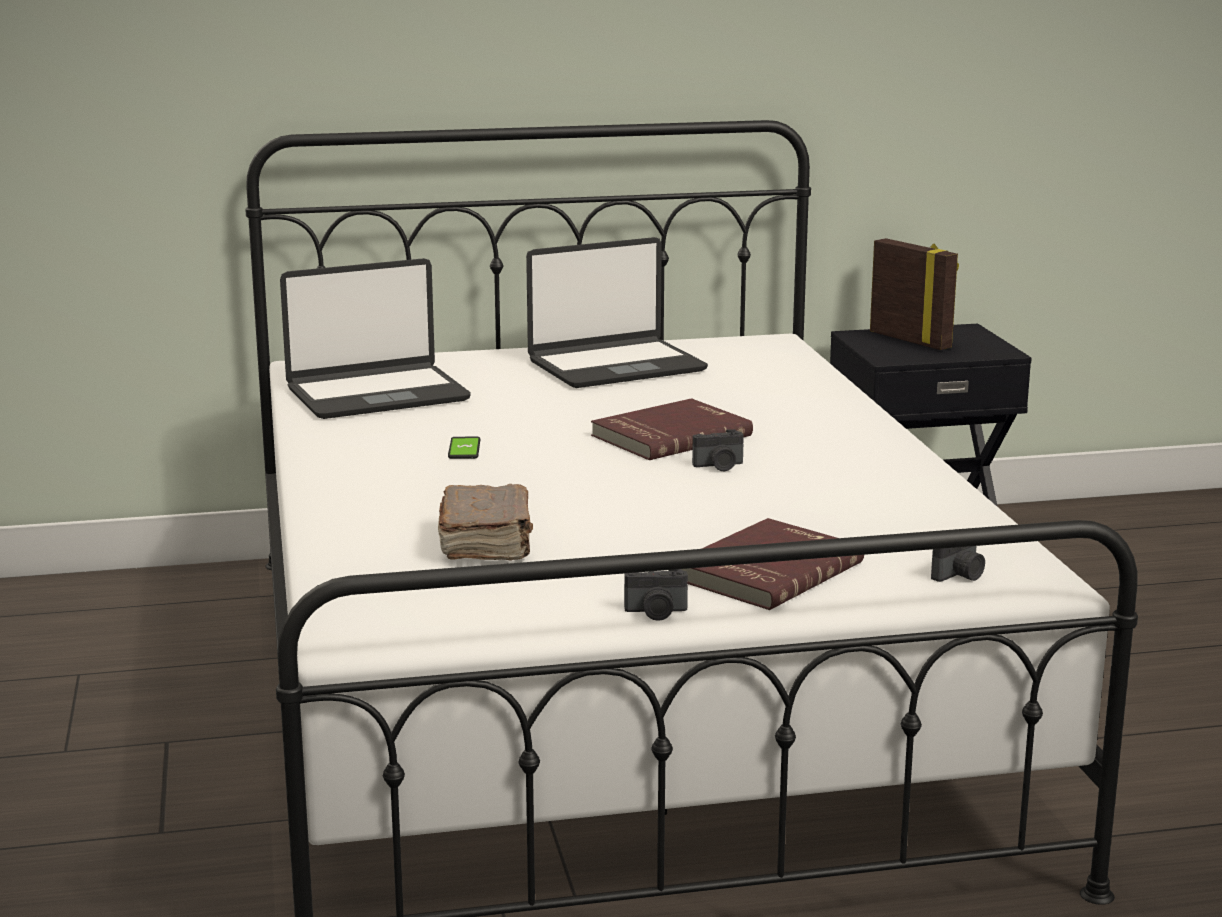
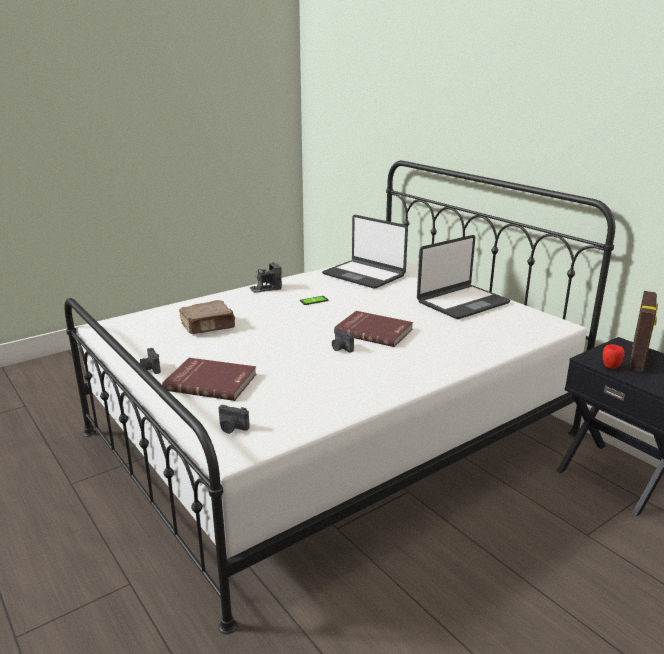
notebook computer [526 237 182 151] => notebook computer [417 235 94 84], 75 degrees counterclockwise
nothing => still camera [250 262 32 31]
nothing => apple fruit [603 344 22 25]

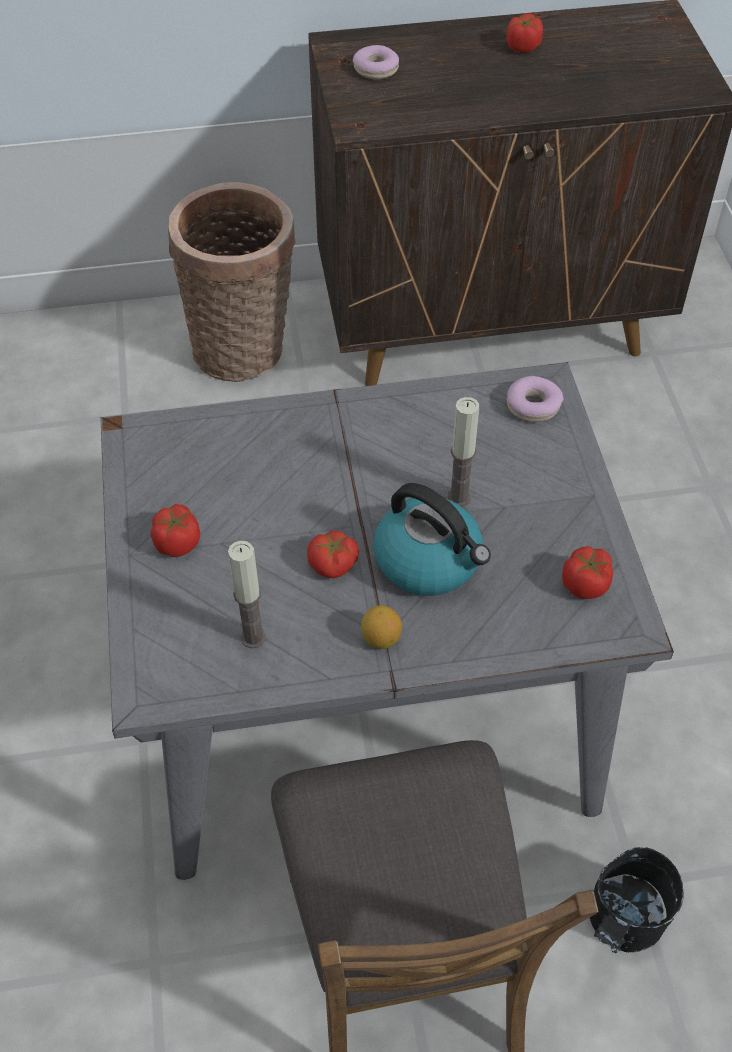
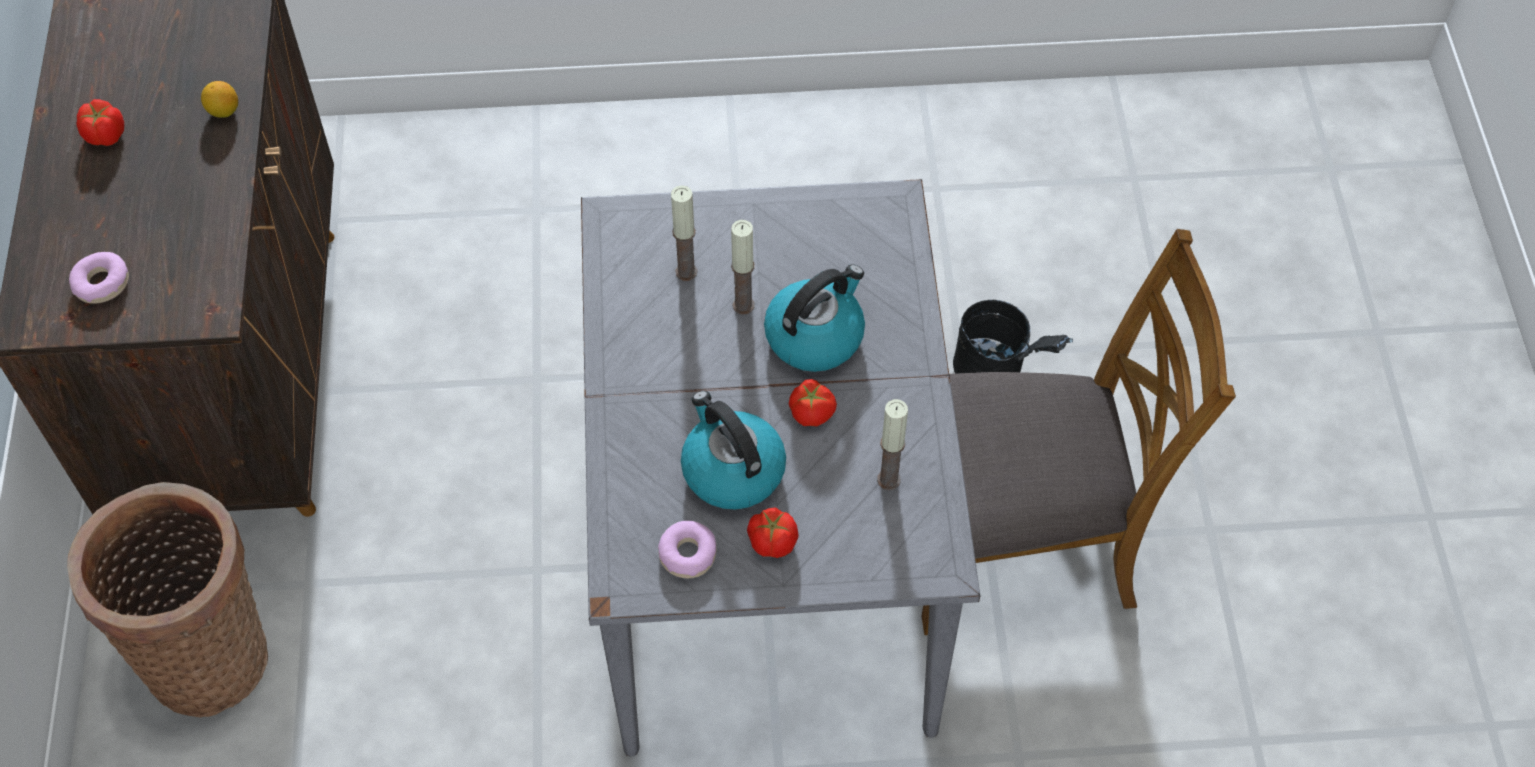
donut [507 376 56 46] => donut [658 521 58 57], shifted
whole tomato [562 546 51 53] => nothing
whole lemon [361 605 41 44] => whole lemon [201 81 37 37], shifted
nothing => wax light [671 185 26 96]
nothing => tea kettle [681 391 105 119]

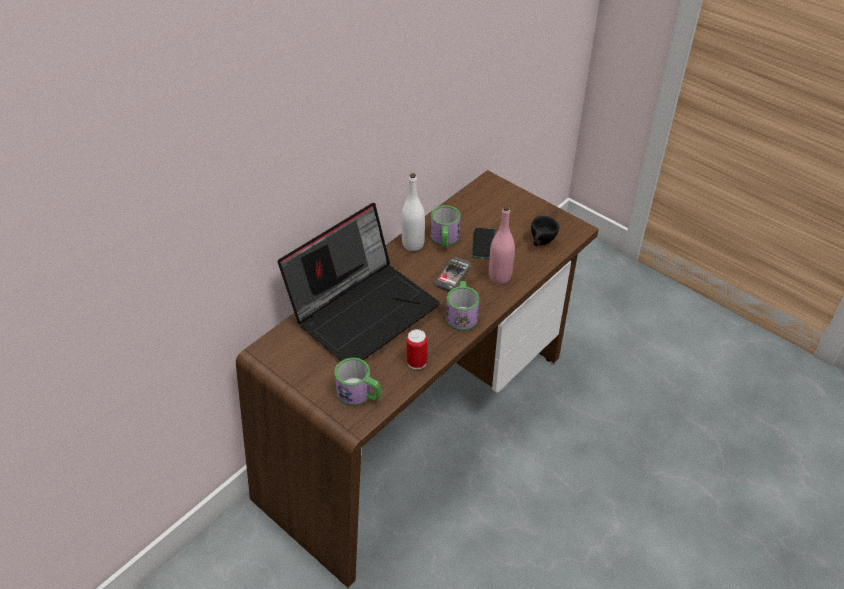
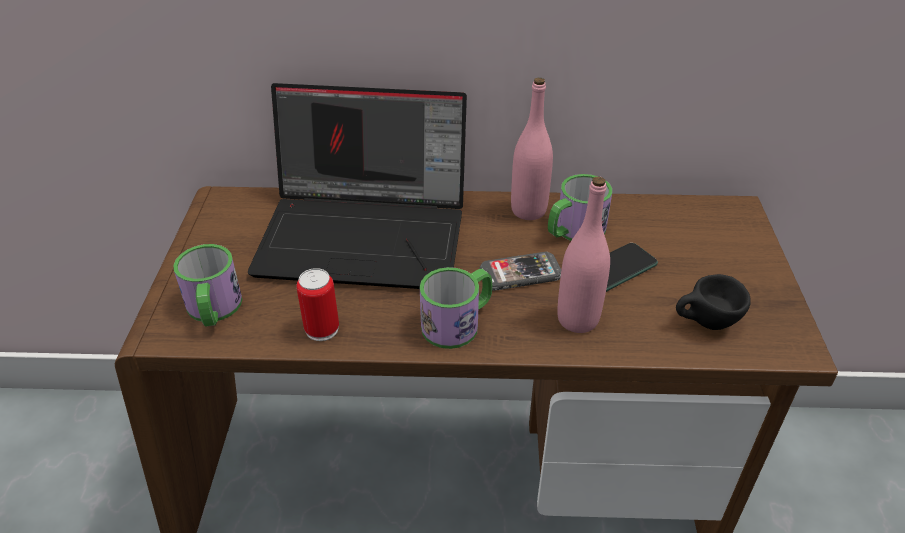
white beverage bottle [401 173 24 78] => pink-coloured beverage bottle [511 77 42 143]

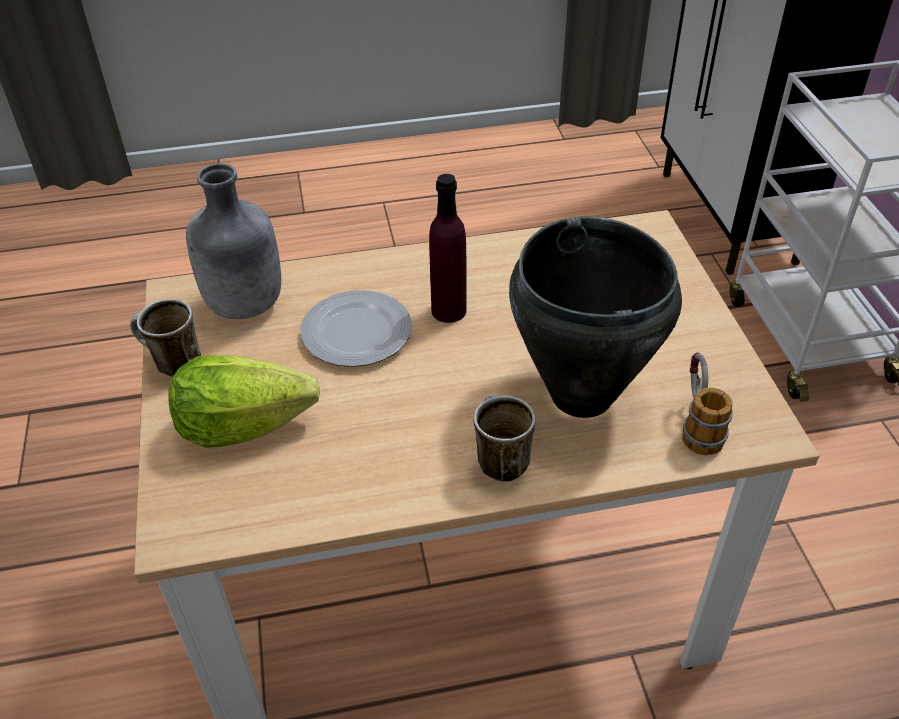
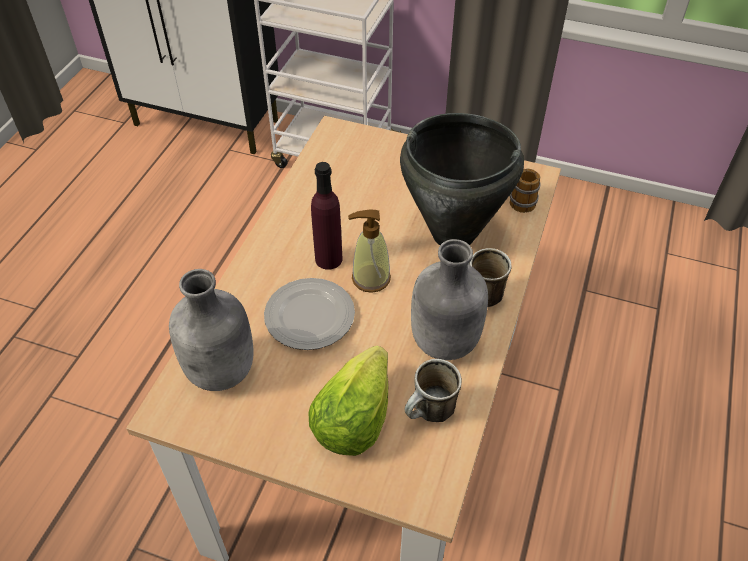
tea mug [130 299 71 78] => tea mug [404 359 58 63], shifted
nothing => soap bottle [348 210 43 83]
nothing => gray beverage bottle [411 239 77 121]

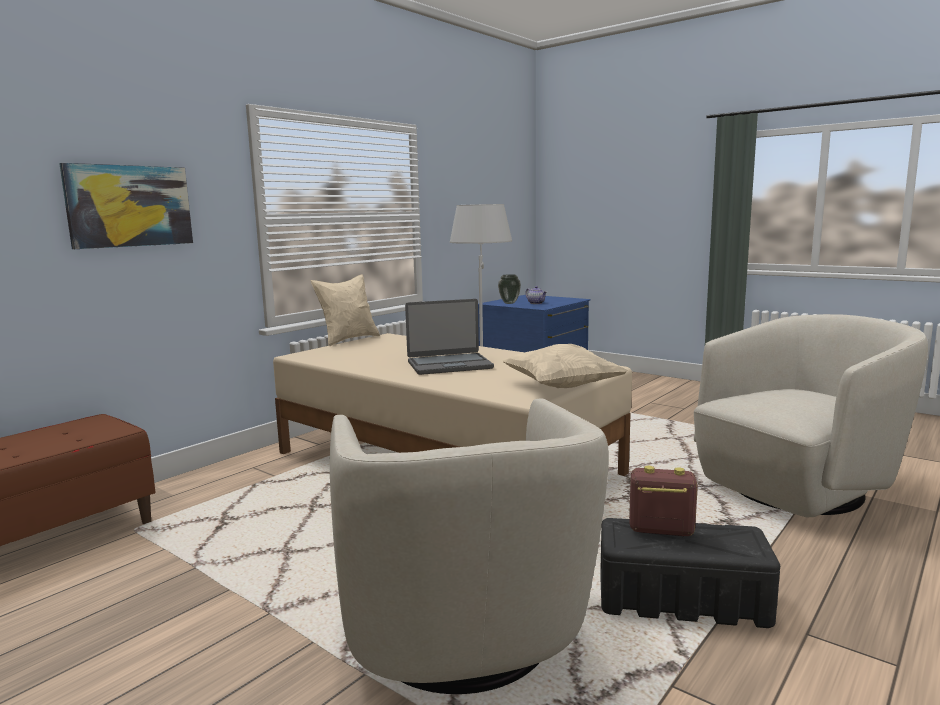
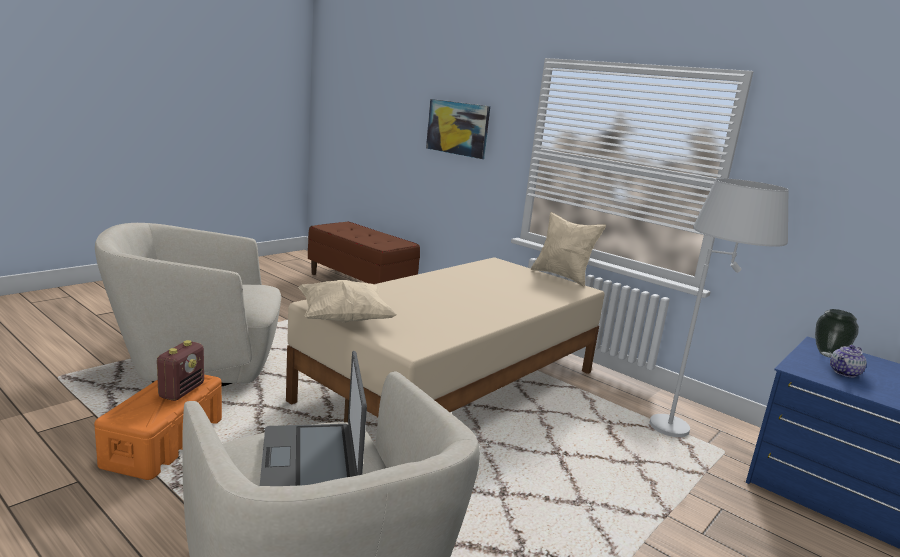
notebook computer [405 299 89 76] => notebook computer [260 351 107 135], shifted
black-coloured storage box [600 518 180 110] => orangey storage box [94 374 128 106]

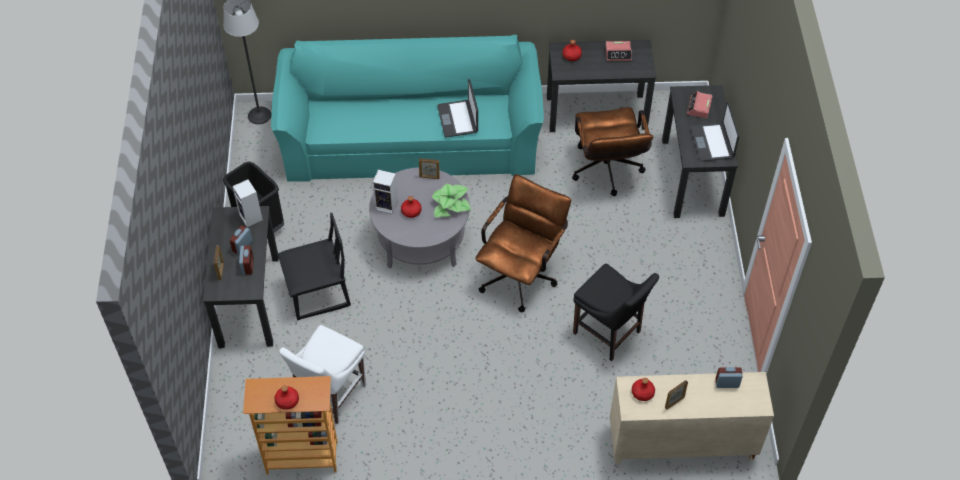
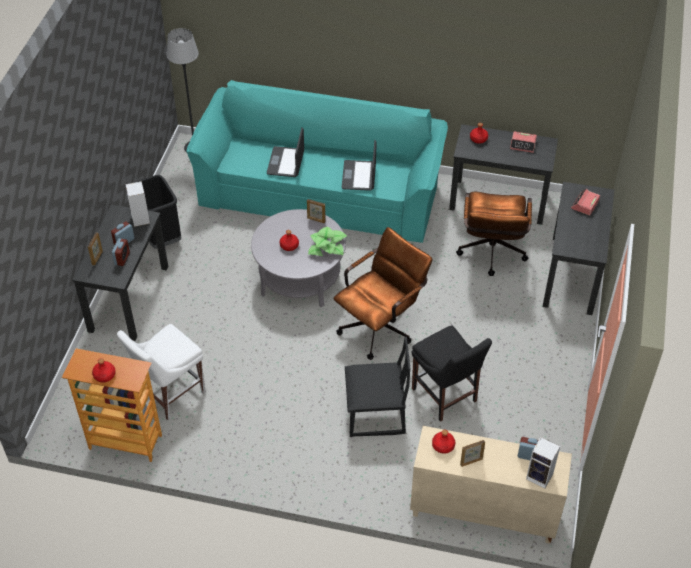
notebook computer [690 102 50 59] => notebook computer [267 127 37 50], shifted
loudspeaker [373 170 25 44] => loudspeaker [526 437 34 51], shifted
black-coloured plain chair [278 213 73 107] => black-coloured plain chair [345 337 66 100], shifted

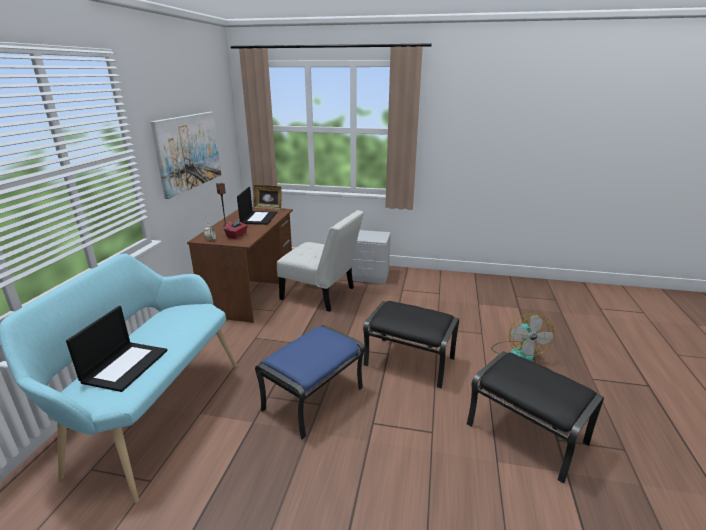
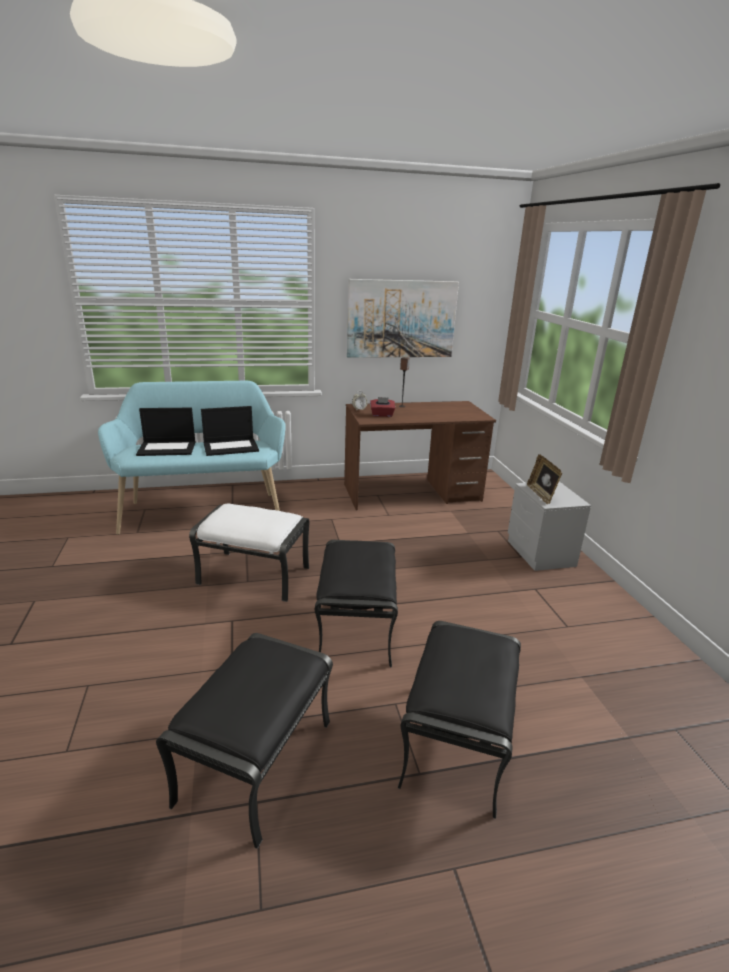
photo frame [253 185 29 25] => photo frame [527 454 35 50], shifted
notebook computer [237 187 40 38] => notebook computer [201 406 58 50], shifted
white plain chair [277 210 87 102] => nothing
cooling fan [491 314 63 47] => black-coloured footrest [398 621 123 198]
blue footrest [255 325 110 115] => white footrest [189 503 121 99]

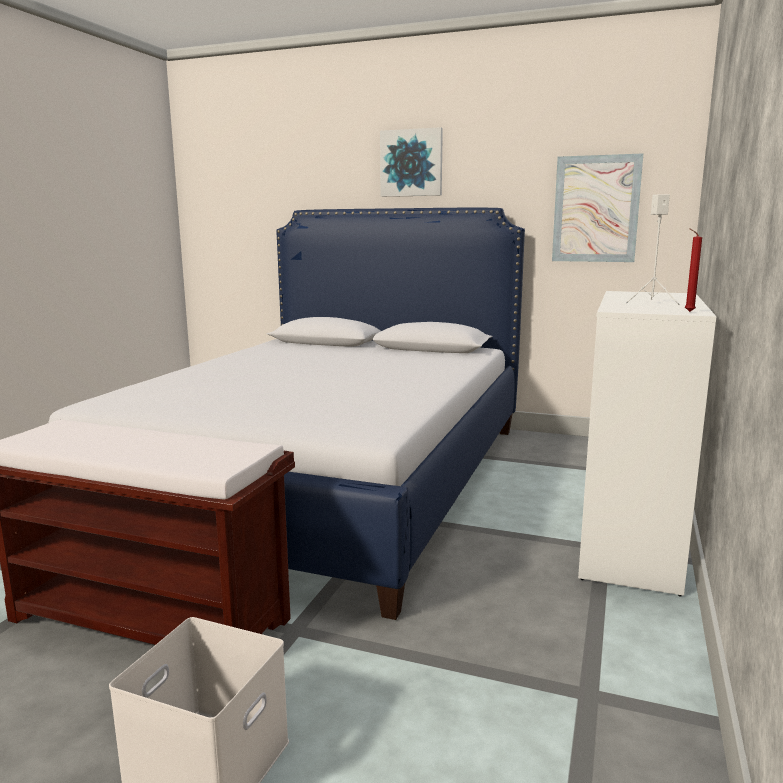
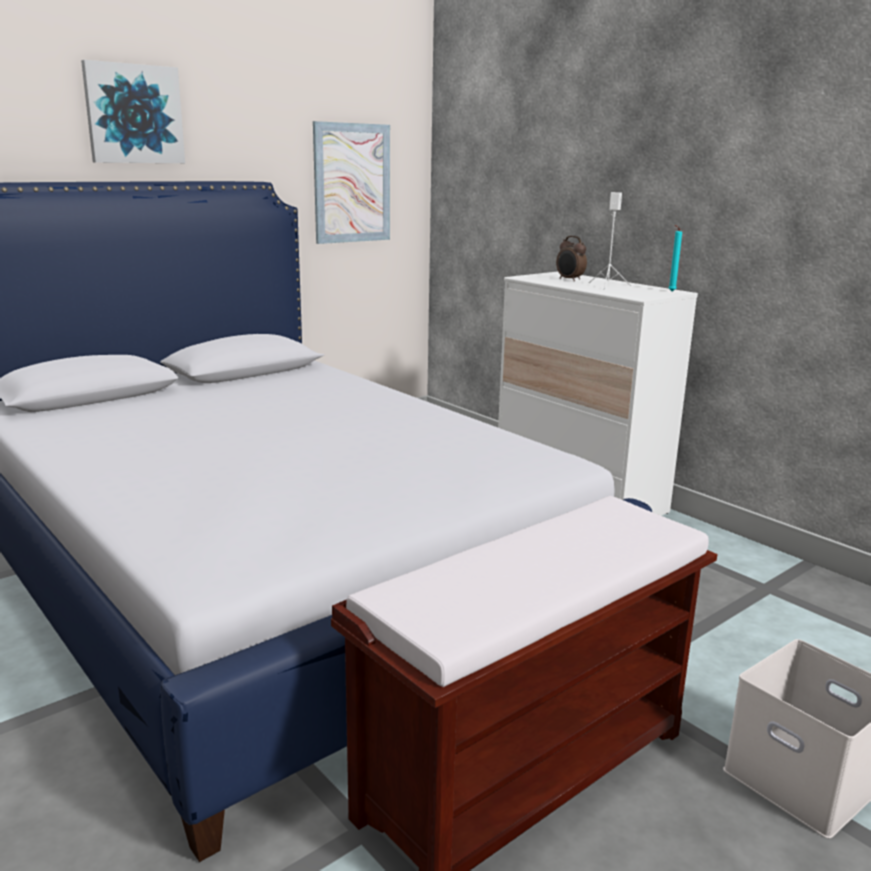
reddish wax light [685 228 17 84] => turquoise wax light [669 225 13 66]
nothing => bedside clock [556 236 31 46]

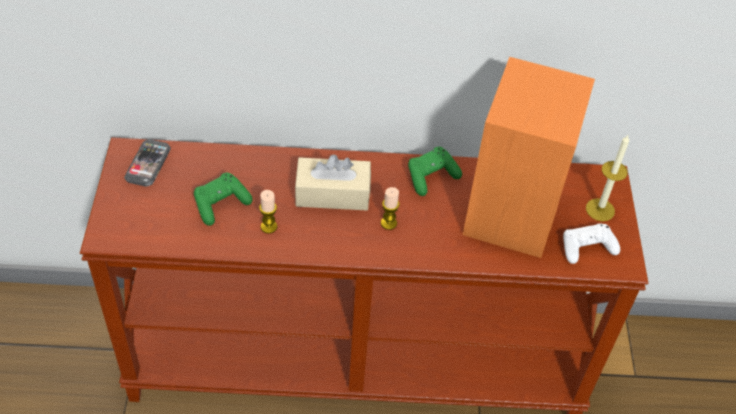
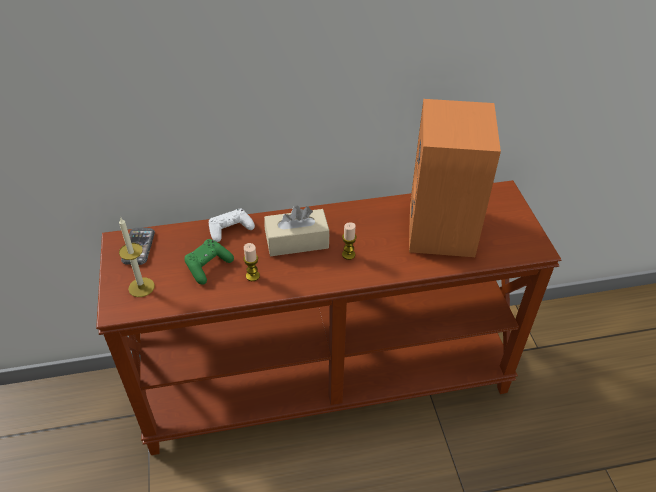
wax light [586 135 43 86] => wax light [119 217 36 80], shifted
green-coloured joypad [408 147 54 49] => nothing
white joypad [563 223 57 41] => white joypad [209 209 46 33], shifted

